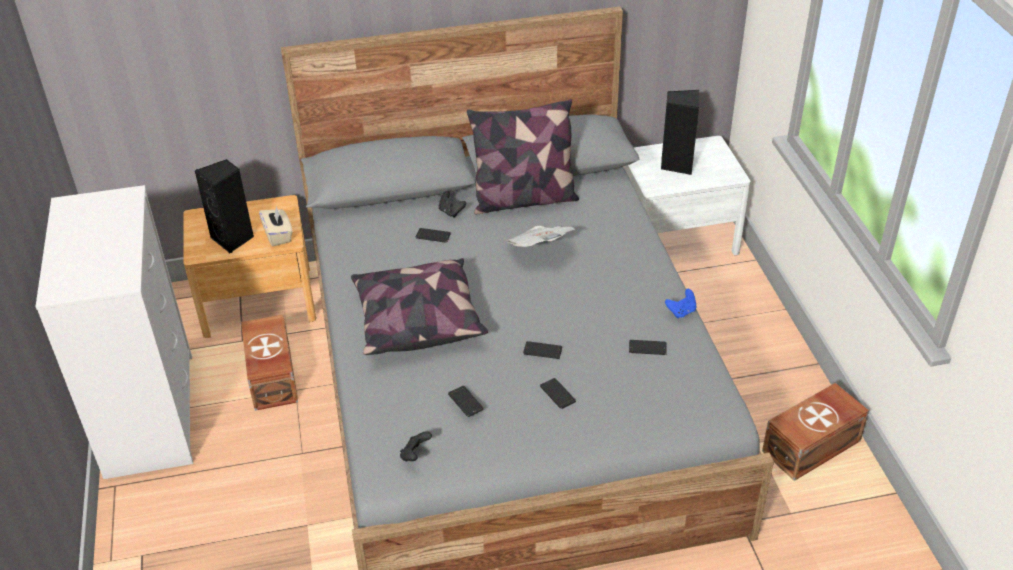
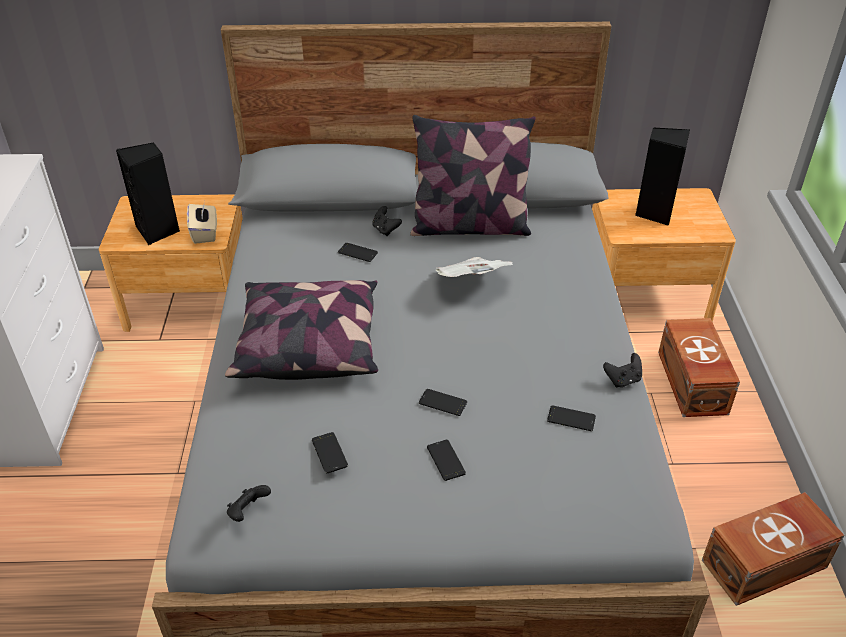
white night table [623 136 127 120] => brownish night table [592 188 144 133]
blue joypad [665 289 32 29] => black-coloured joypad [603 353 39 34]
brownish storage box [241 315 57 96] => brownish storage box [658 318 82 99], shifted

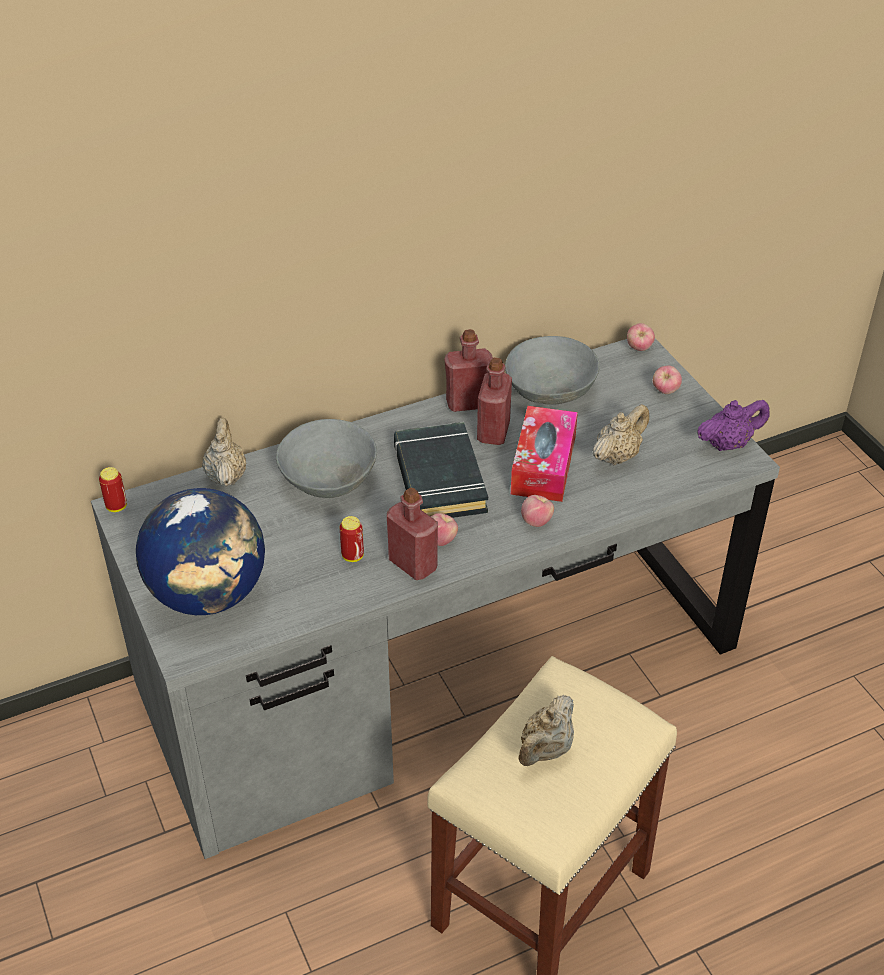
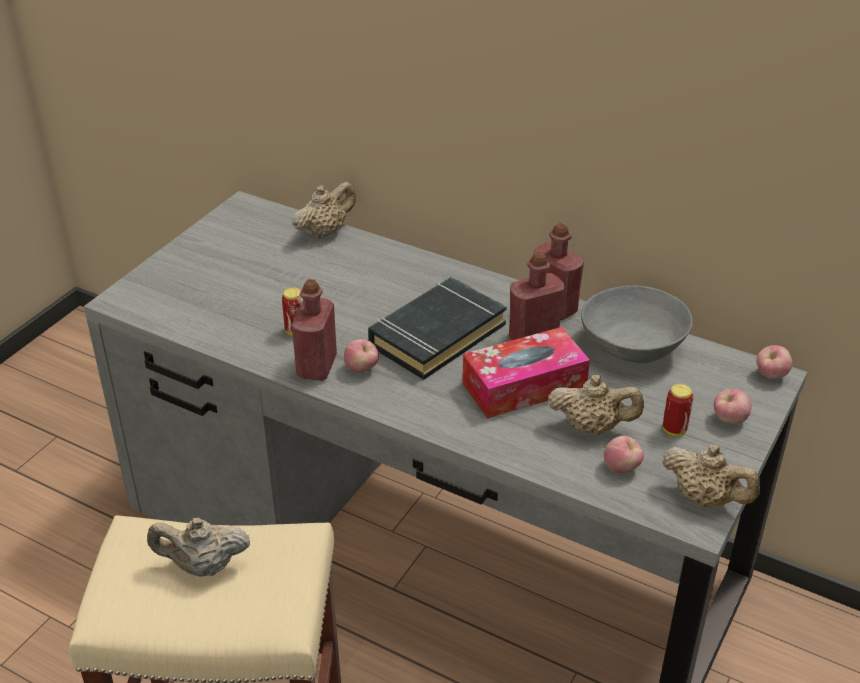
purplish pot for tea [697 400 73 51] => beige-coloured pot for tea [662 444 98 63]
gray bowl [276 419 101 79] => nothing
can [99 467 28 45] => can [663 384 30 52], shifted
world globe [136 488 129 127] => nothing
apple fruit [521 495 33 32] => apple fruit [604 436 40 37], shifted

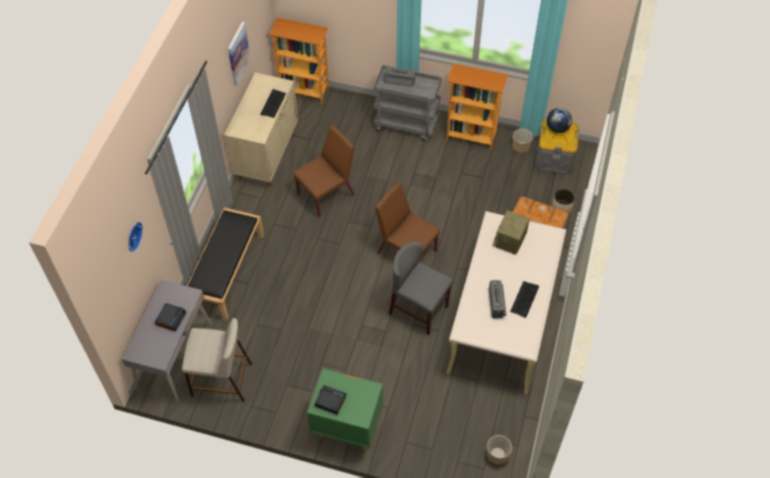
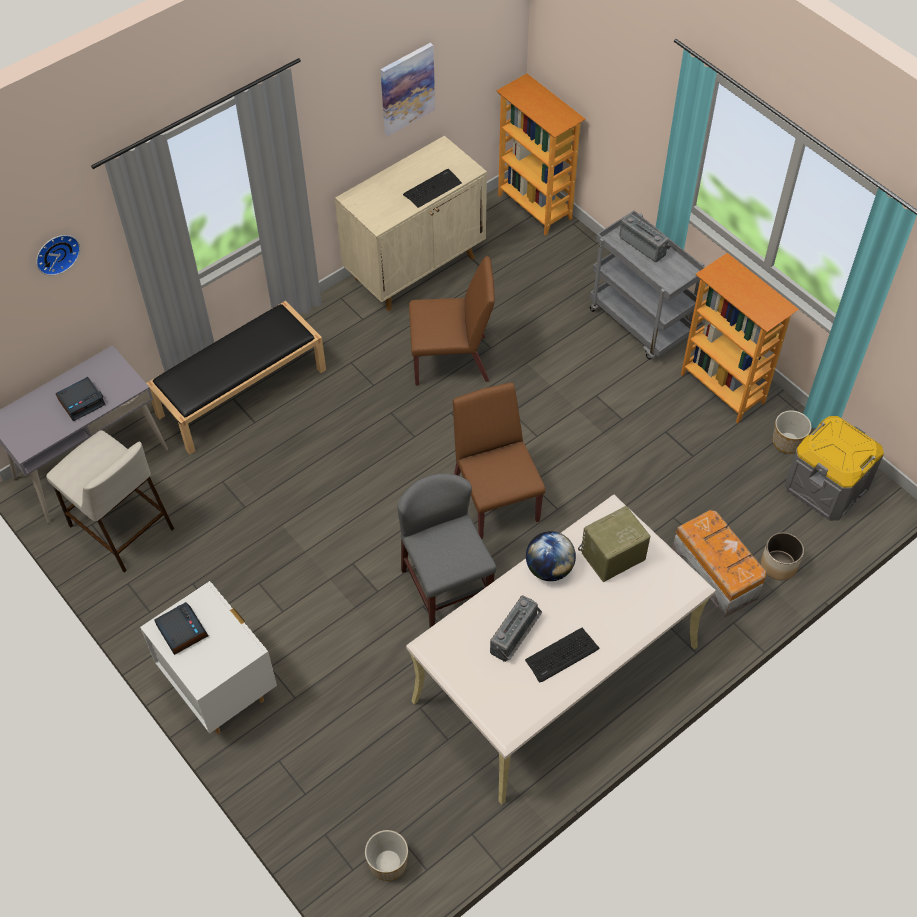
world globe [547 108 25 25] => world globe [526 531 50 50], shifted
green-coloured night table [307 369 76 81] => white night table [140 581 137 153]

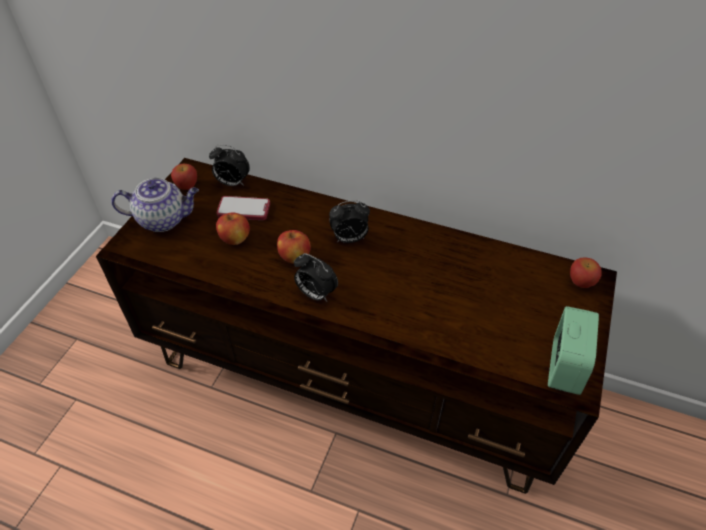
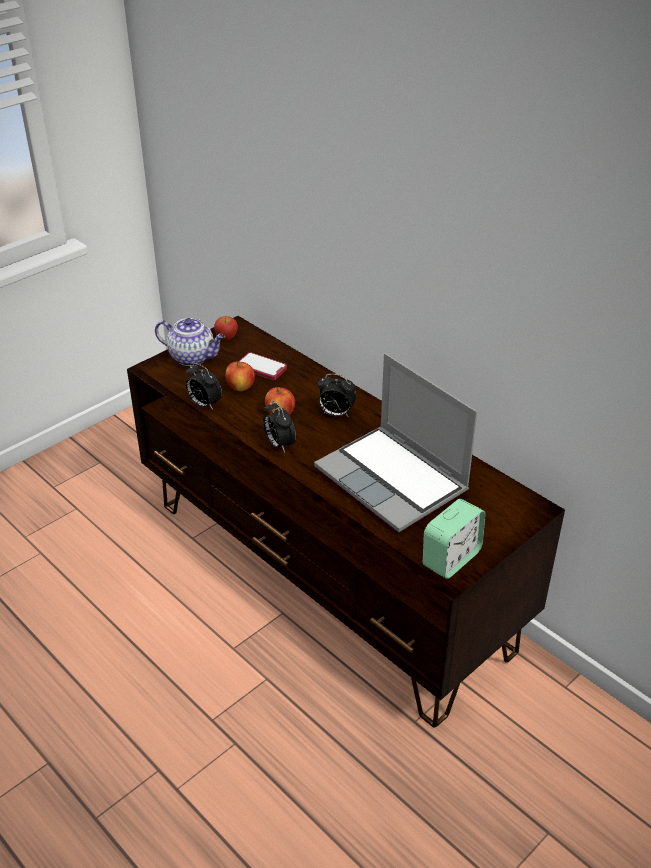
bedside clock [209 145 41 41] => bedside clock [186 363 36 47], shifted
apple fruit [570 257 32 31] => nothing
nothing => notebook computer [314 353 163 179]

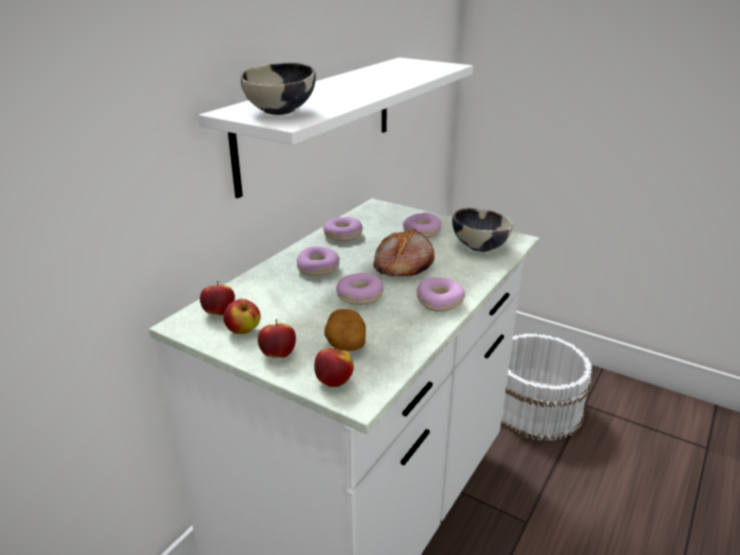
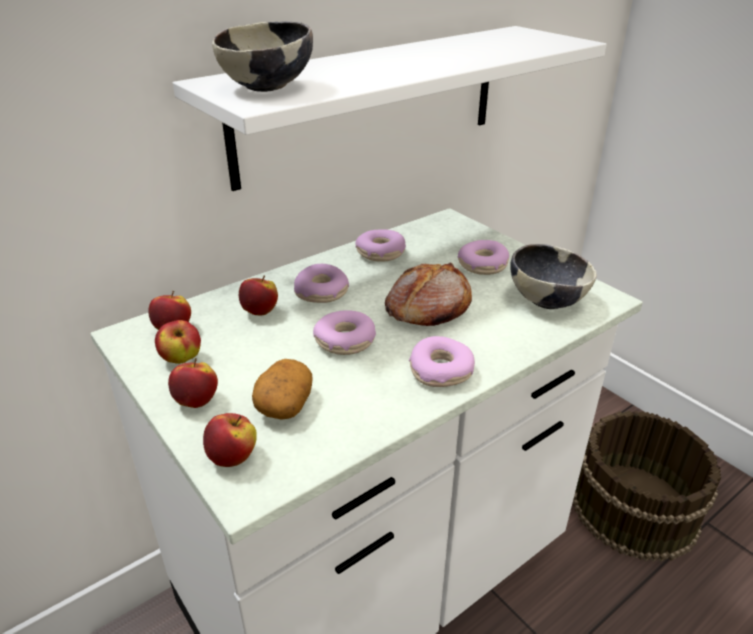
white water bucket [501 333 91 108] => brownish water bucket [573 411 148 151]
nothing => apple fruit [239 275 39 41]

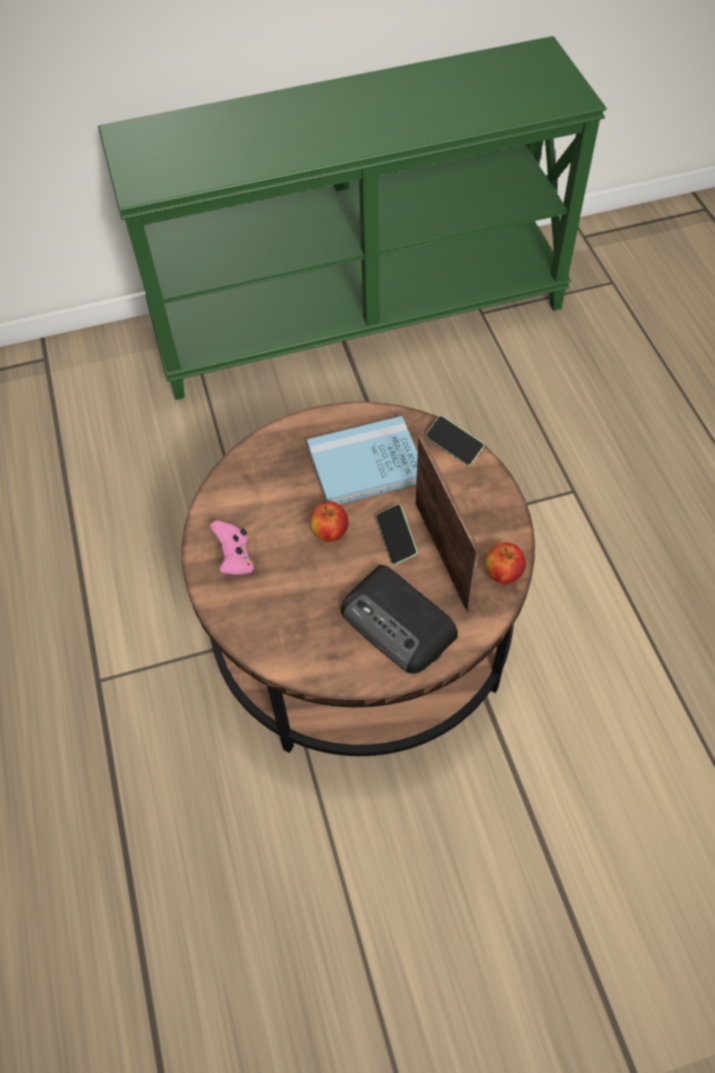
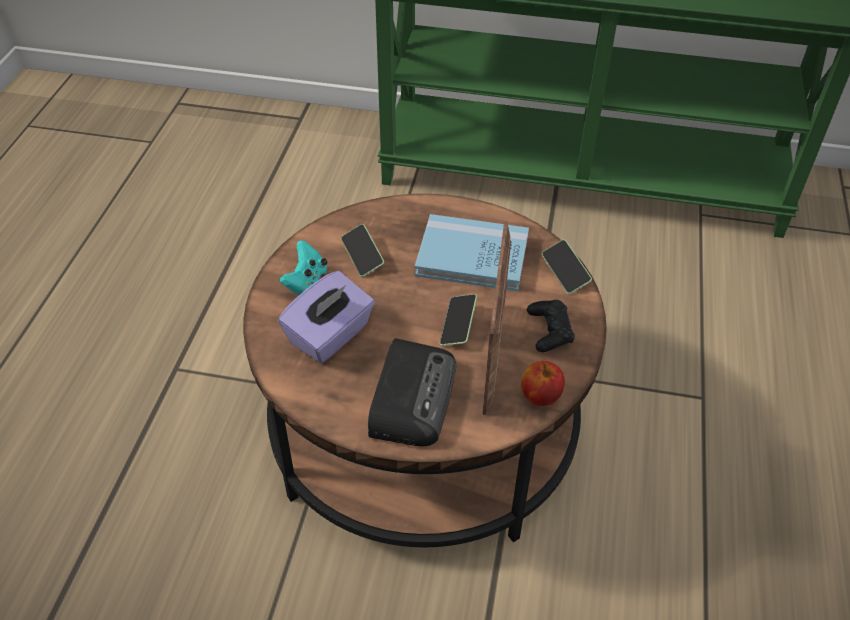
apple fruit [310 501 39 41] => nothing
pink-coloured joypad [210 521 44 54] => turquoise joypad [280 240 47 55]
radio set [341 565 117 109] => radio set [368 338 88 108], 150 degrees counterclockwise
nothing => phone [341 224 43 53]
nothing => purplish box of tissues [278 271 97 92]
nothing => black-coloured joypad [527 300 48 52]

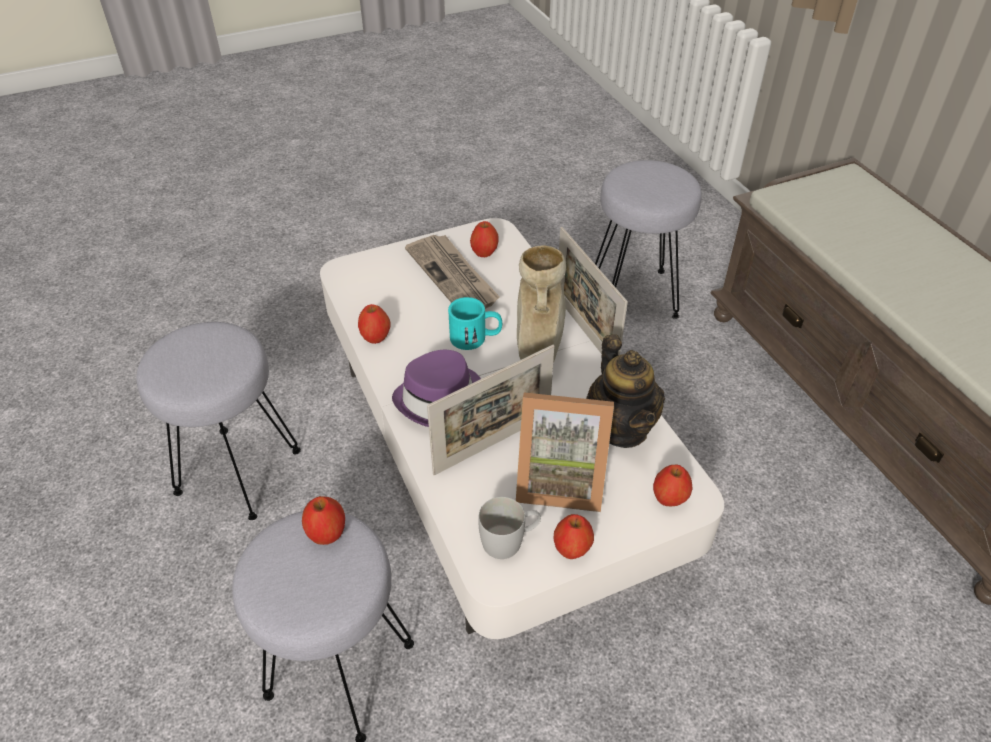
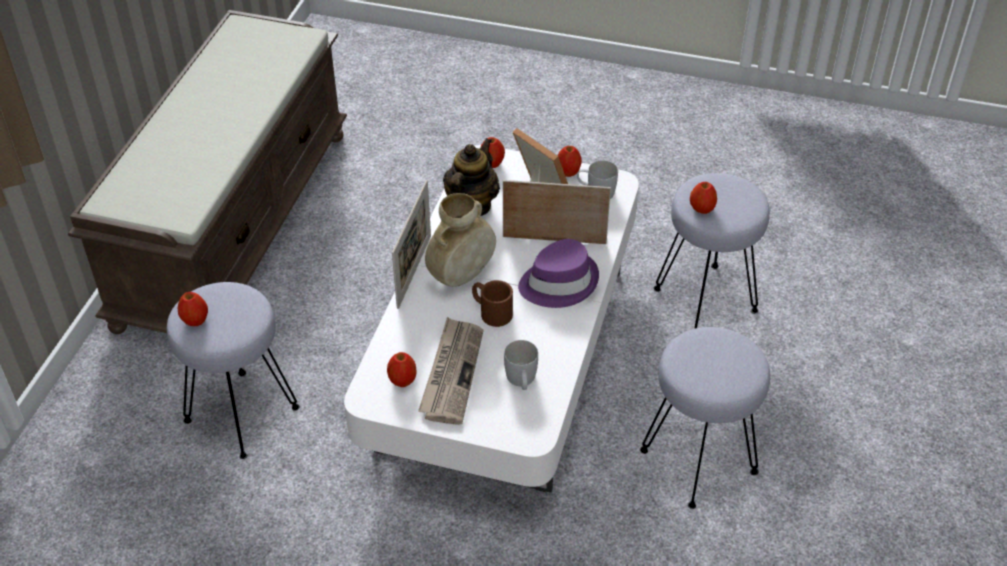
turquoise tea mug [448 297 54 53] => brownish tea mug [472 280 41 47]
apple fruit [358 304 33 40] => apple fruit [178 292 30 34], shifted
nothing => white tea mug [504 340 34 50]

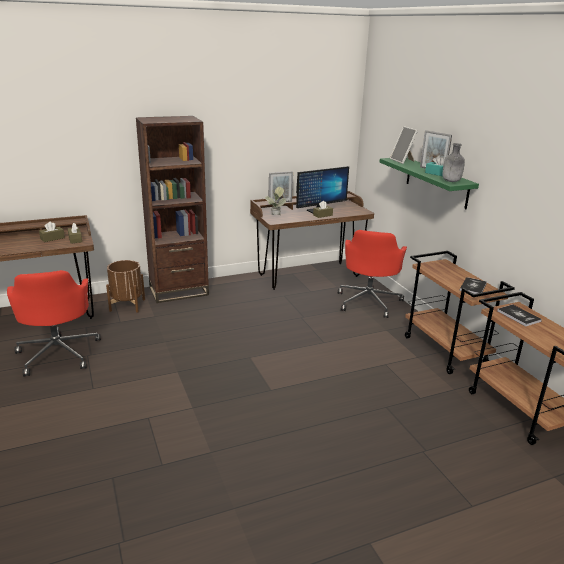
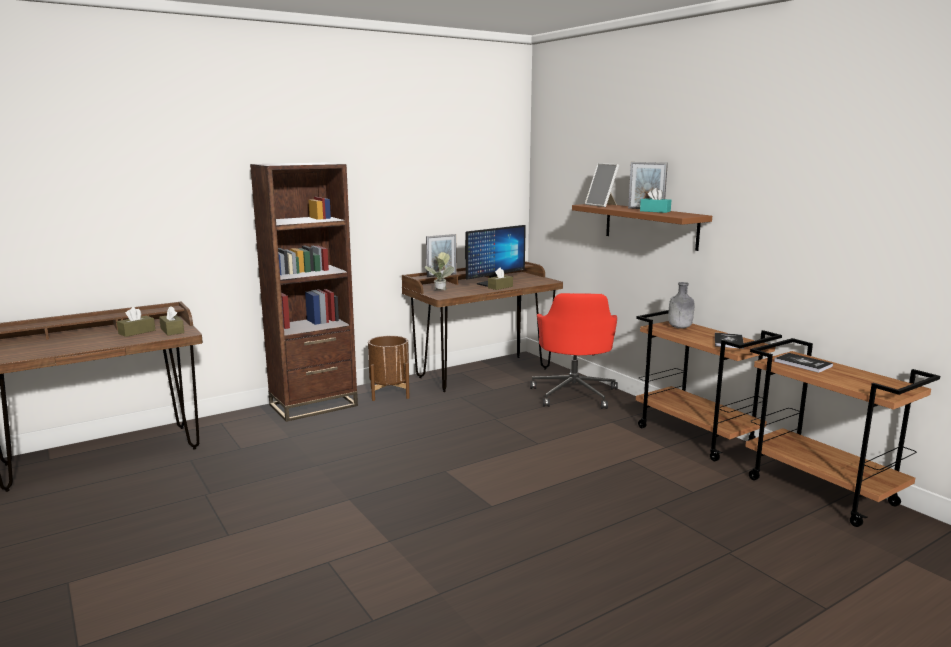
gray beverage bottle [442 143 23 39] => gray beverage bottle [668 282 26 47], shifted
green-coloured bracket shelf [379 157 100 52] => brownish bracket shelf [572 204 140 47]
brownish plant pot [106 260 39 52] => brownish plant pot [368 336 41 65], shifted
reddish computer chair [7 270 94 107] => nothing

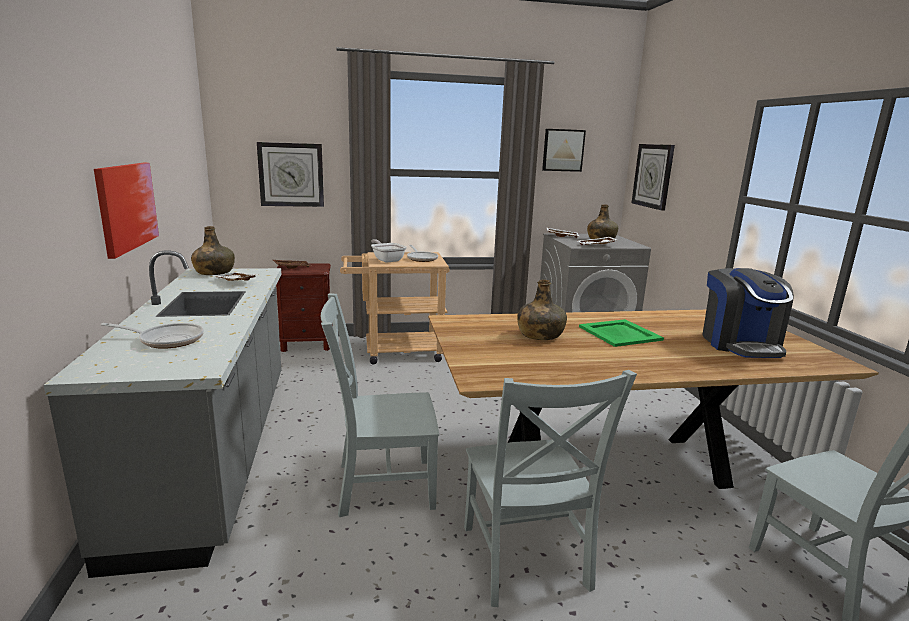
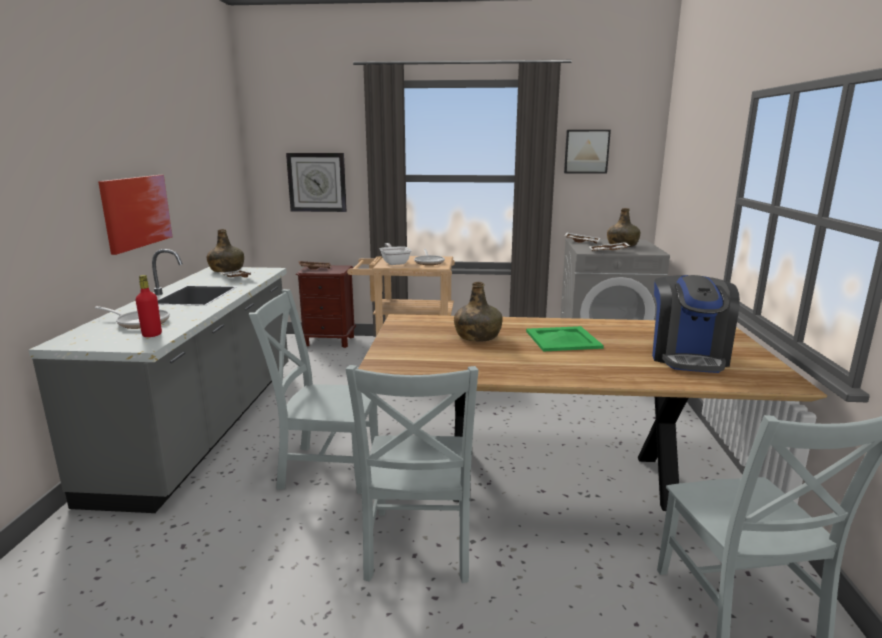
wall clock [632 144 43 67] => nothing
nothing => reddish beverage bottle [136 275 26 62]

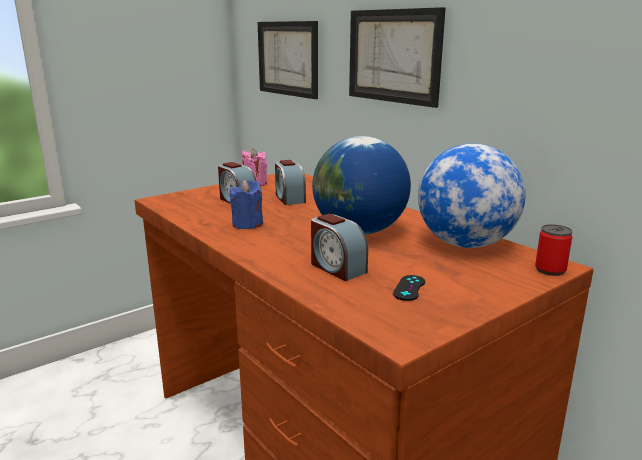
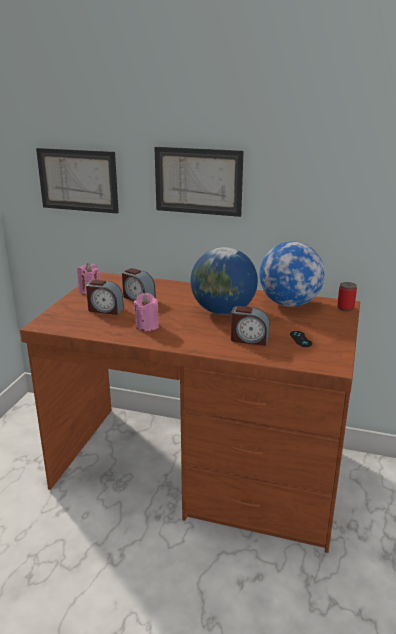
blue wax light [230 180 33 49] => pink-coloured wax light [133 293 26 38]

